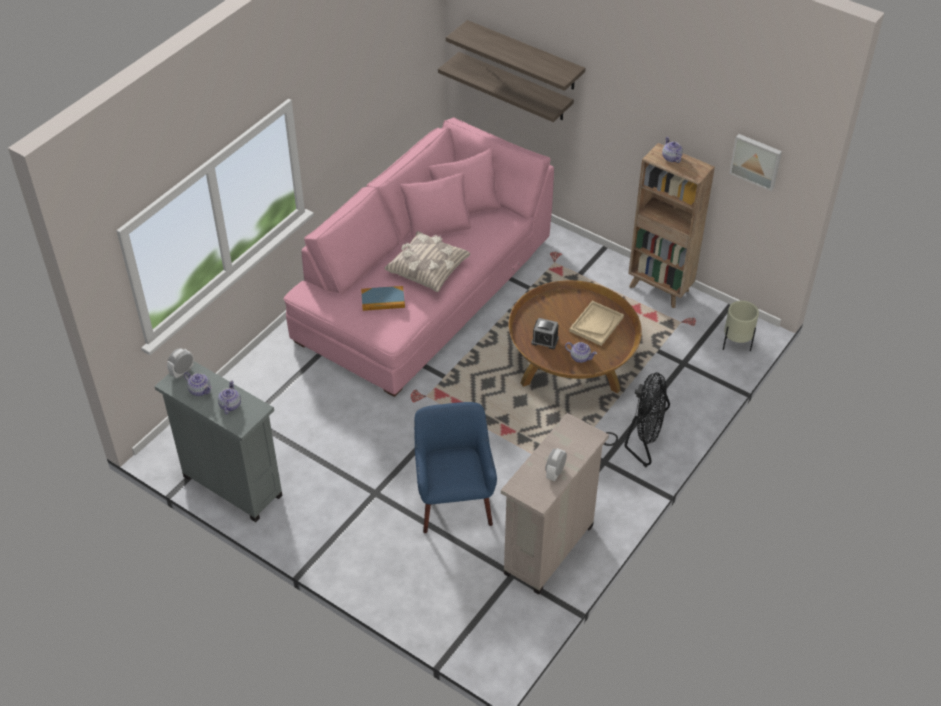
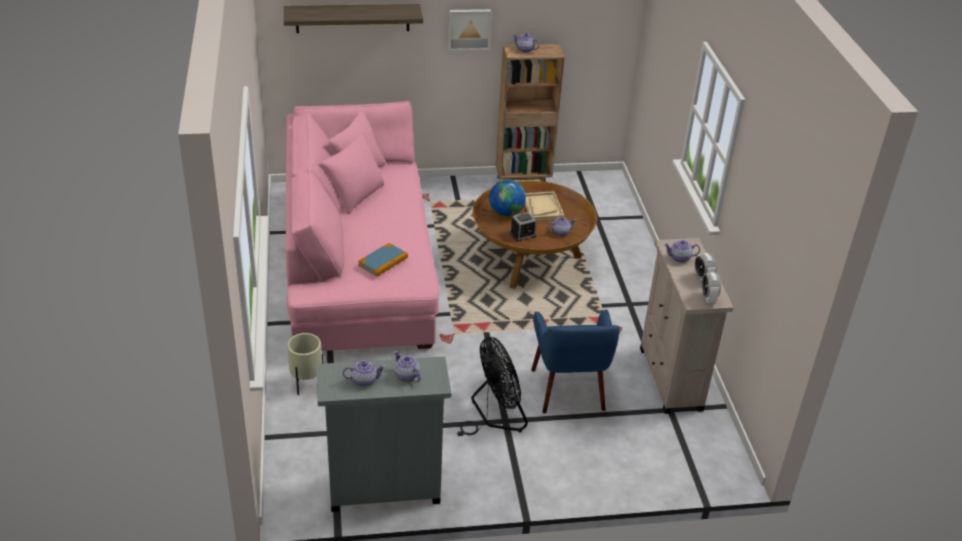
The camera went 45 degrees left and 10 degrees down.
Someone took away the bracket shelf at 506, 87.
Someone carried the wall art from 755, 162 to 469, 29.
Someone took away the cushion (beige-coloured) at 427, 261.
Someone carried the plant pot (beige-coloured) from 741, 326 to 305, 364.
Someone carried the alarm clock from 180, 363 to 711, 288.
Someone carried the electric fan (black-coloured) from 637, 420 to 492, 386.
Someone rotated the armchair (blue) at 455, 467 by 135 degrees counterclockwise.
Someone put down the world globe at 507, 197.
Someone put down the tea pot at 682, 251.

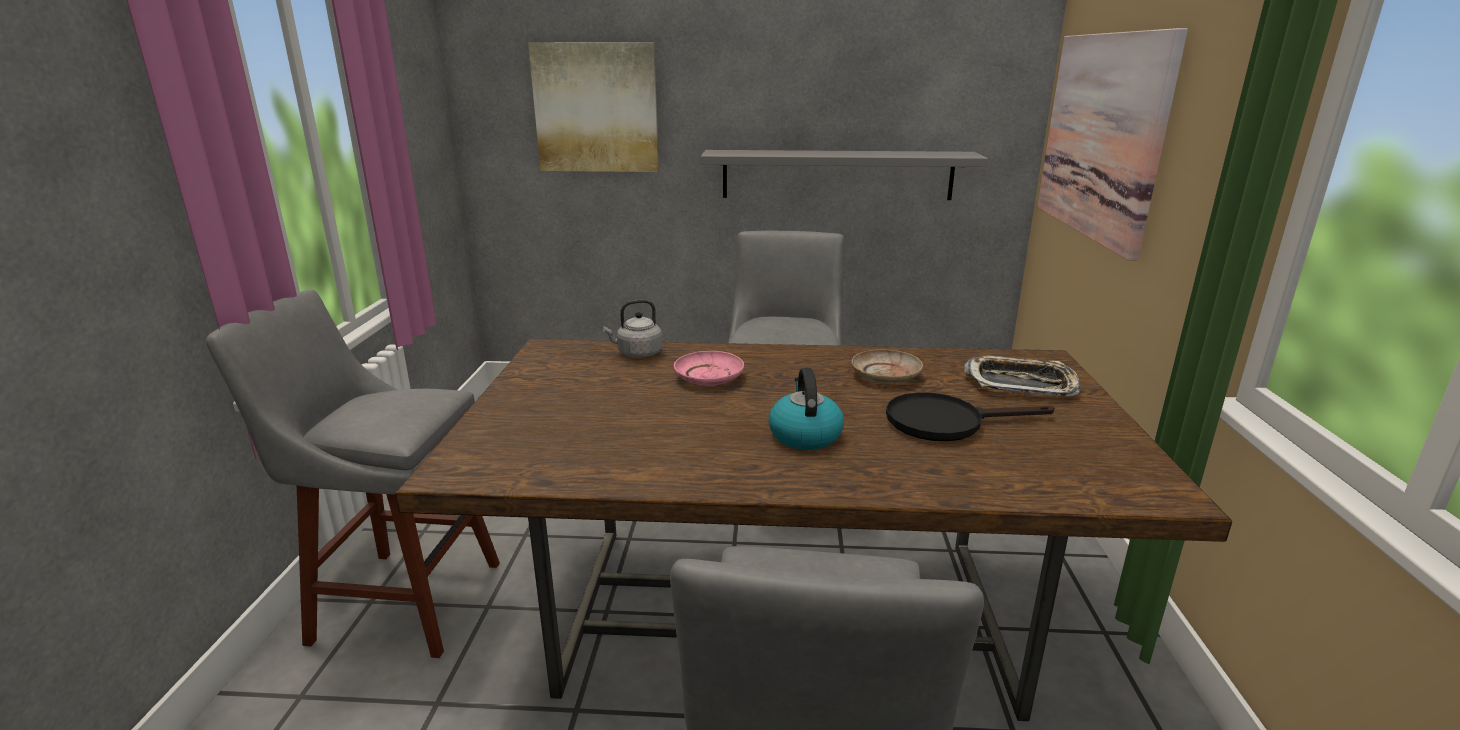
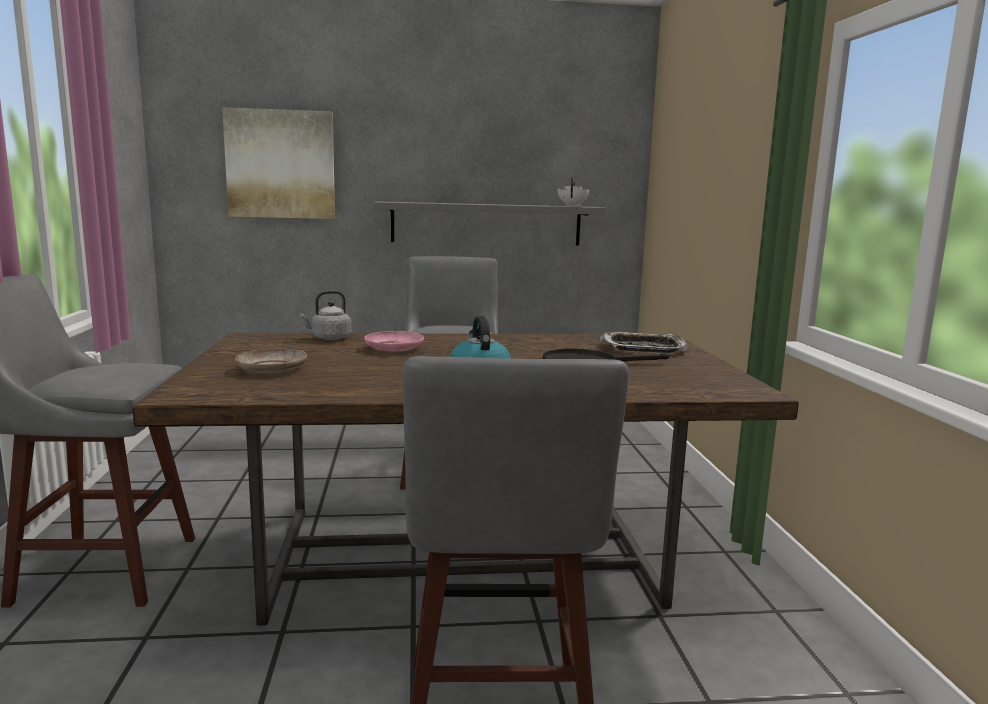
The camera went 10 degrees left and 10 degrees down.
Someone took away the wall art at 1112, 144.
Someone carried the plate (beige-coloured) from 887, 366 to 271, 360.
Someone put down the tea pot (white-coloured) at 573, 192.

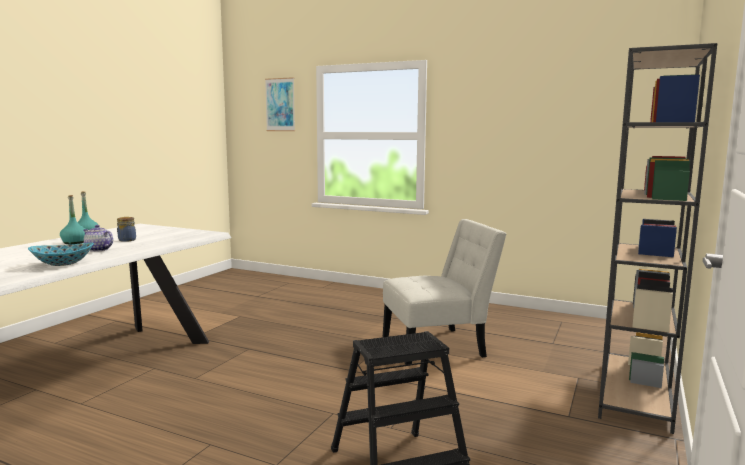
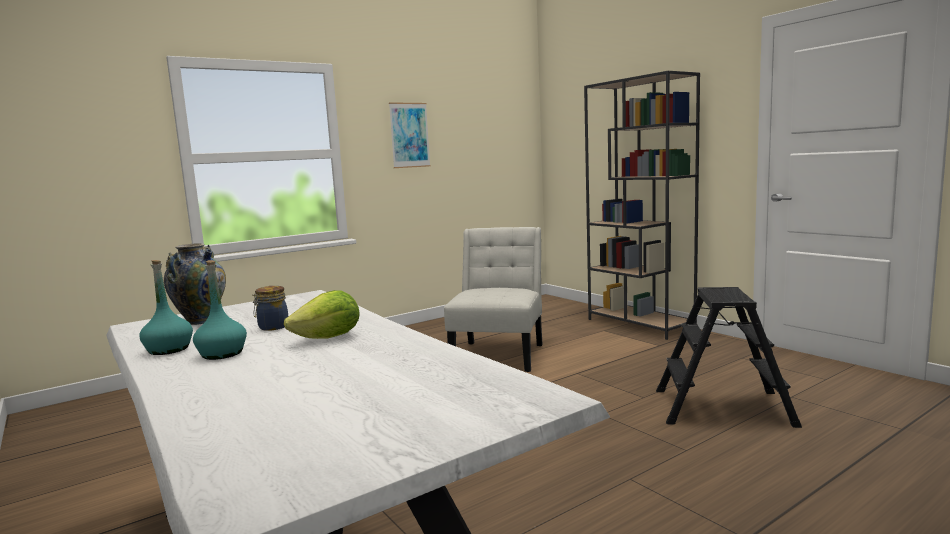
The camera went 60 degrees left and 0 degrees up.
Someone carried the wall art from 280, 104 to 409, 135.
Someone swapped the tea pot at 98, 238 for the head of lettuce at 321, 314.
Someone took away the deep dish at 61, 254.
Someone put down the decorative vase at 195, 284.

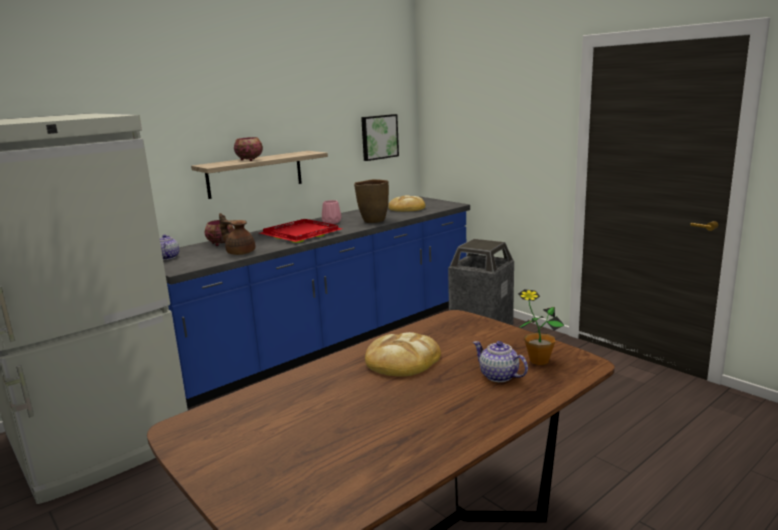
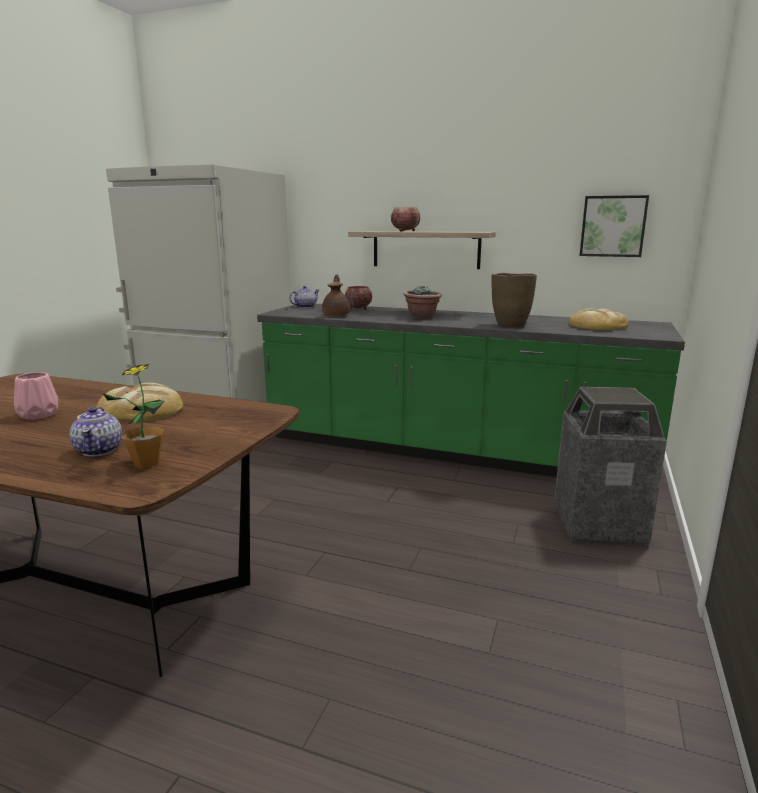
The camera went 60 degrees right and 0 degrees up.
Someone repainted the kitchen counter (blue) at 316, 302, which became the kitchen counter (green-coloured) at 471, 390.
Someone carried the decorative vase (pinkish) from 331, 212 to 36, 396.
Someone swapped the serving tray (red-coloured) at 300, 231 for the plant in a pot at 423, 302.
Someone rotated the tea pot at 500, 361 by 150 degrees clockwise.

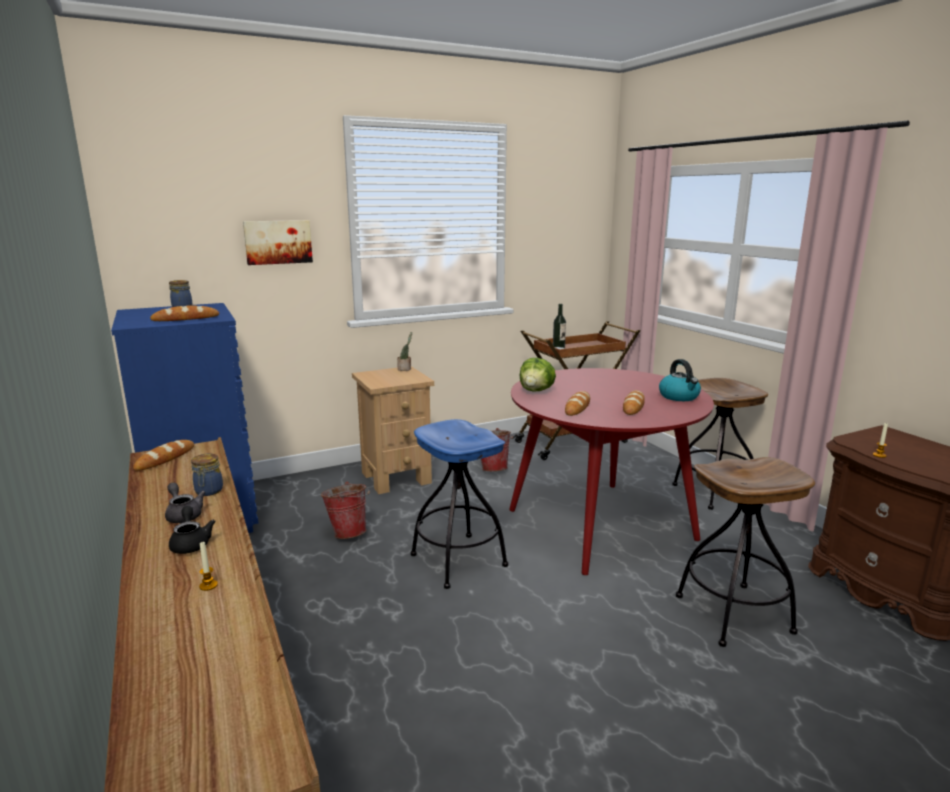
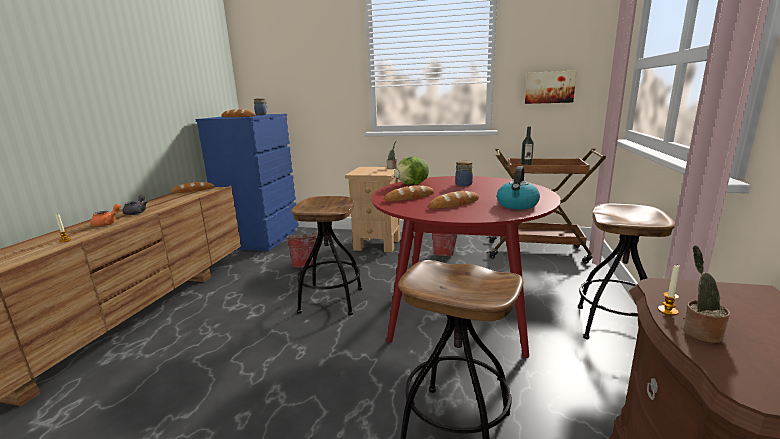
The camera went 40 degrees right and 0 degrees up.
Someone carried the wall art from 278, 242 to 550, 87.
Someone repainted the stool seat (blue) at 459, 504, which became the stool seat (brown-coloured) at 326, 255.
Someone carried the storage jar from 207, 475 to 464, 173.
Someone repainted the tea pot (black-coloured) at 192, 530, which became the tea pot (orange) at 106, 215.
Someone put down the plant in a pot at 706, 294.

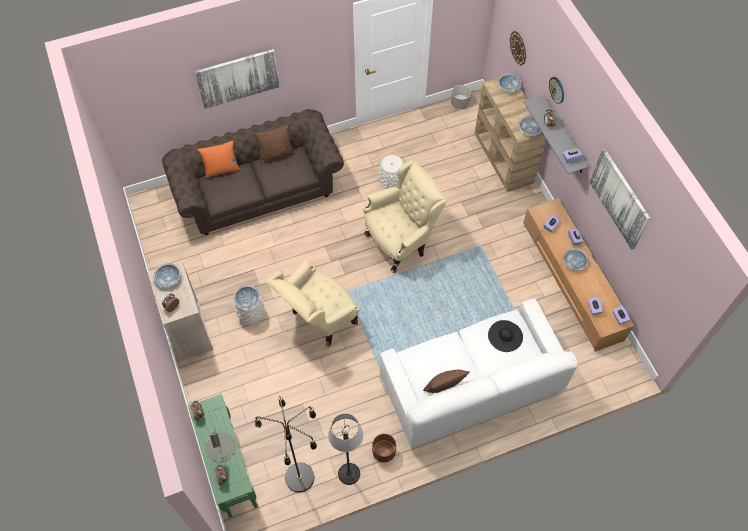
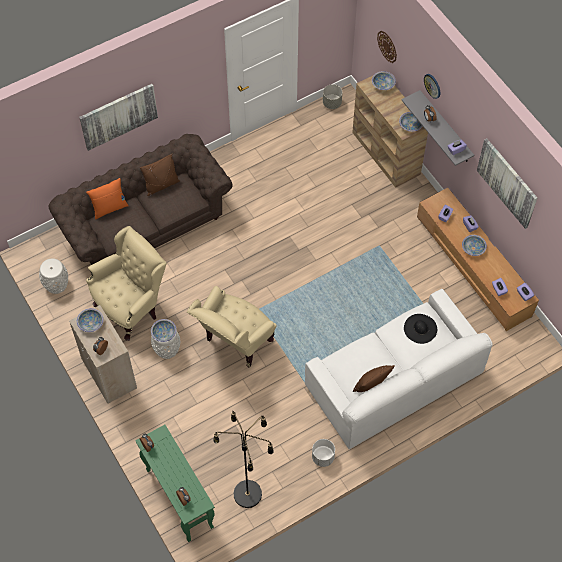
The camera went 10 degrees left and 0 degrees up.
Someone carried the stool seat (white-coloured) from 391, 172 to 53, 276.
Someone carried the armchair (beige-coloured) from 405, 216 to 126, 283.
Someone took away the floor lamp at 345, 449.
Someone took away the lamp for a table (grey) at 220, 445.
Someone repainted the plant pot (brown-coloured) at 384, 448, which became the plant pot (white-coloured) at 323, 453.

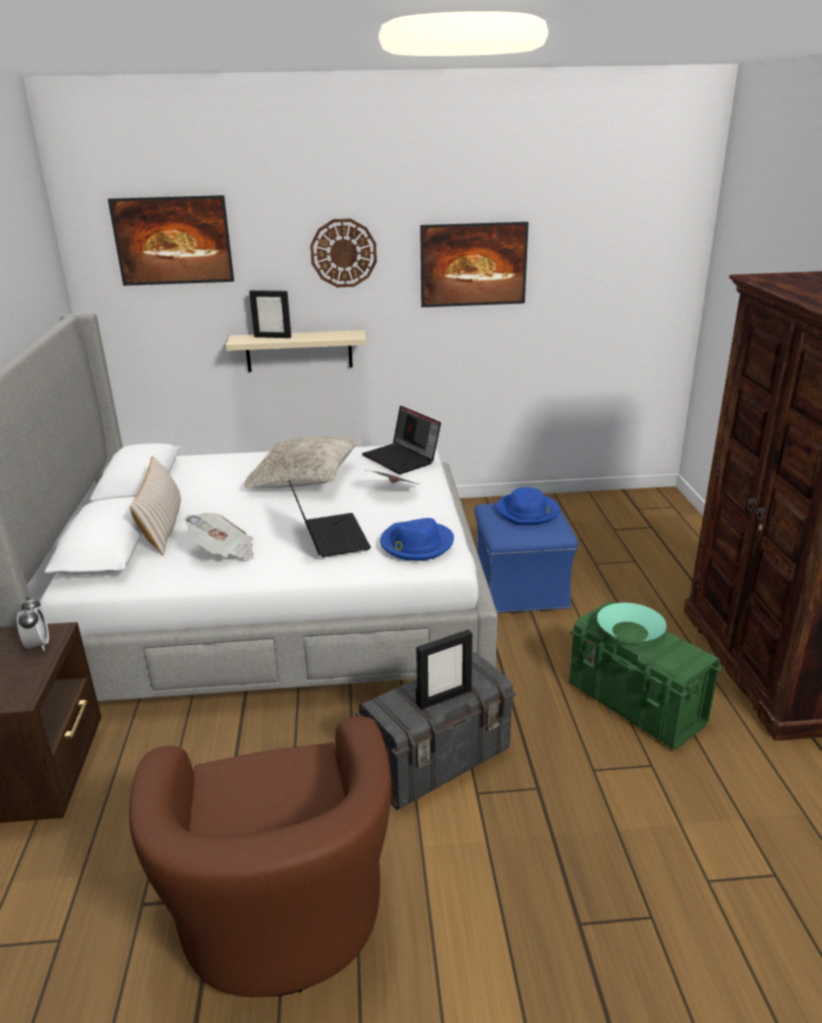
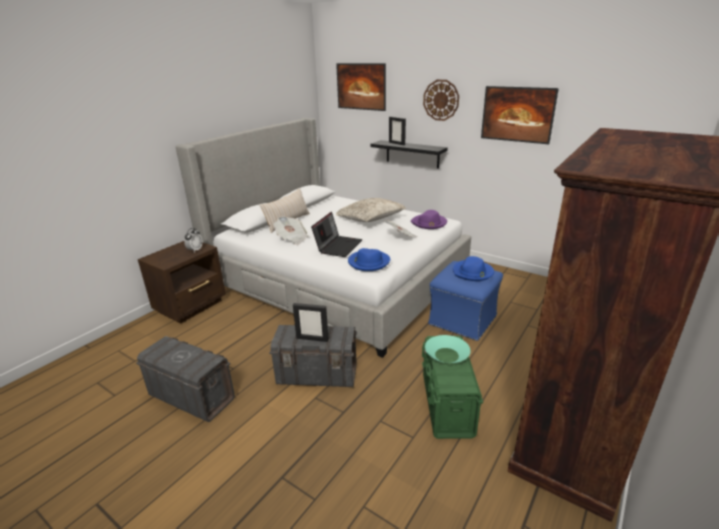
The camera went 40 degrees right and 0 degrees up.
Someone repainted the bracket shelf (beige-coloured) at 296, 351, which became the bracket shelf (black-coloured) at 409, 154.
Someone swapped the laptop at 401, 440 for the hat (purplish) at 429, 219.
Someone swapped the armchair (brown-coloured) at 260, 856 for the storage container (grey) at 185, 379.

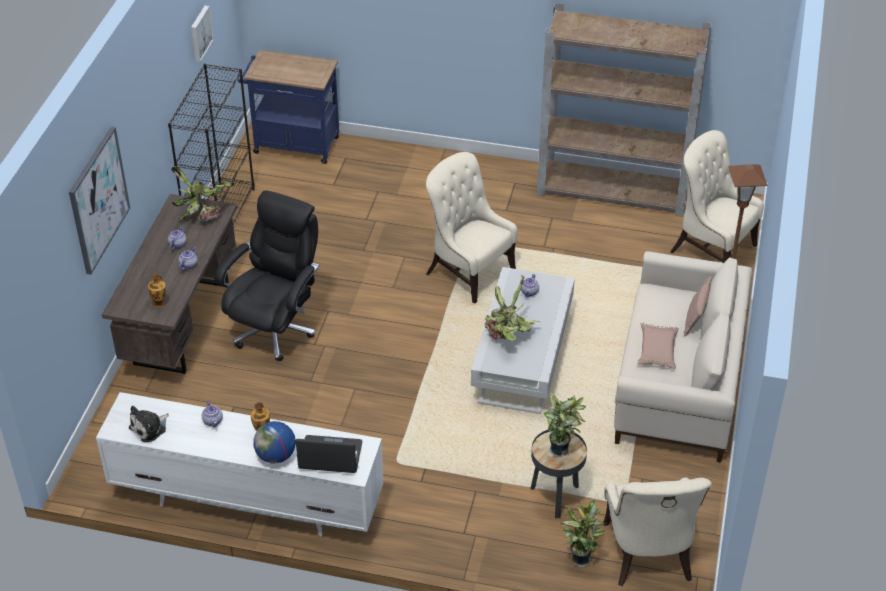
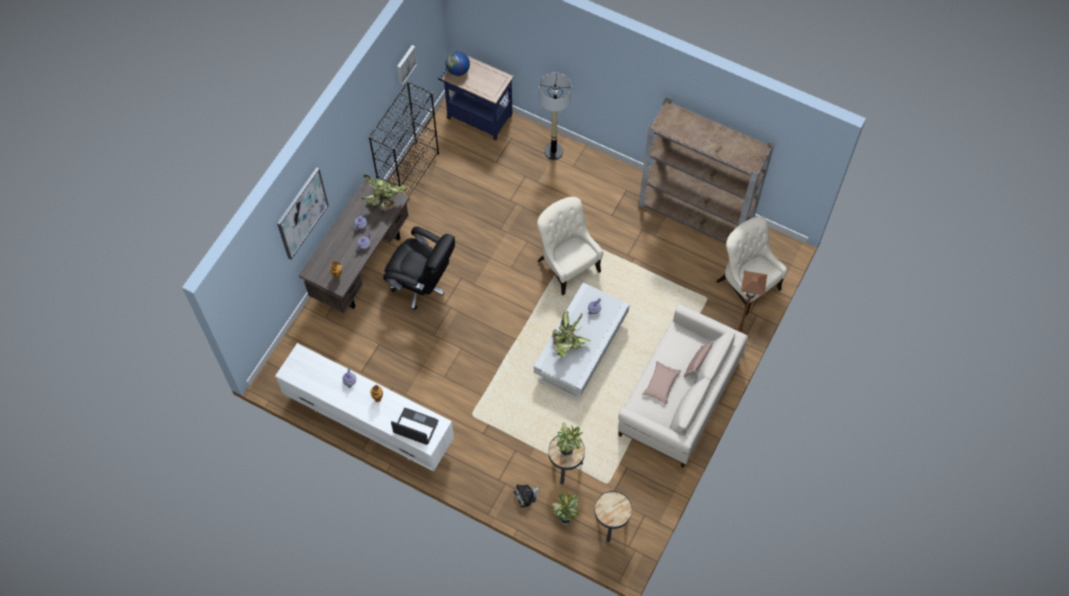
The camera went 15 degrees right and 20 degrees up.
Someone rotated the computer chair (black-coloured) at 267, 275 by 75 degrees clockwise.
Someone carried the plush toy from 149, 424 to 526, 496.
Someone carried the world globe from 274, 442 to 458, 63.
Someone swapped the armchair (beige-coloured) at 657, 531 for the accent table (black-coloured) at 613, 516.
Someone put down the floor lamp at 555, 116.

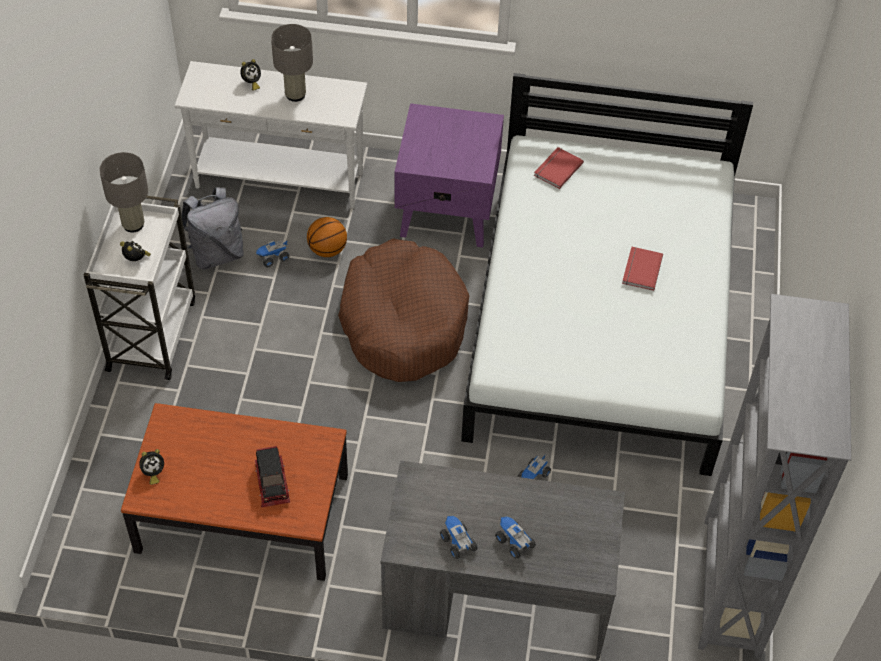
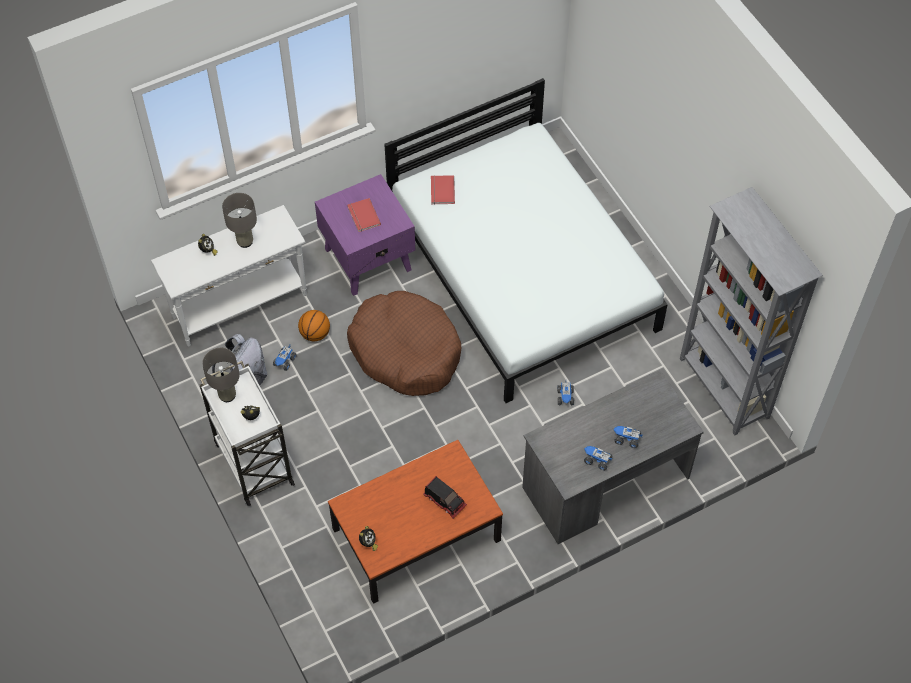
The camera went 35 degrees left and 5 degrees up.
Someone carried the book (red-coloured) from 642, 269 to 364, 215.

